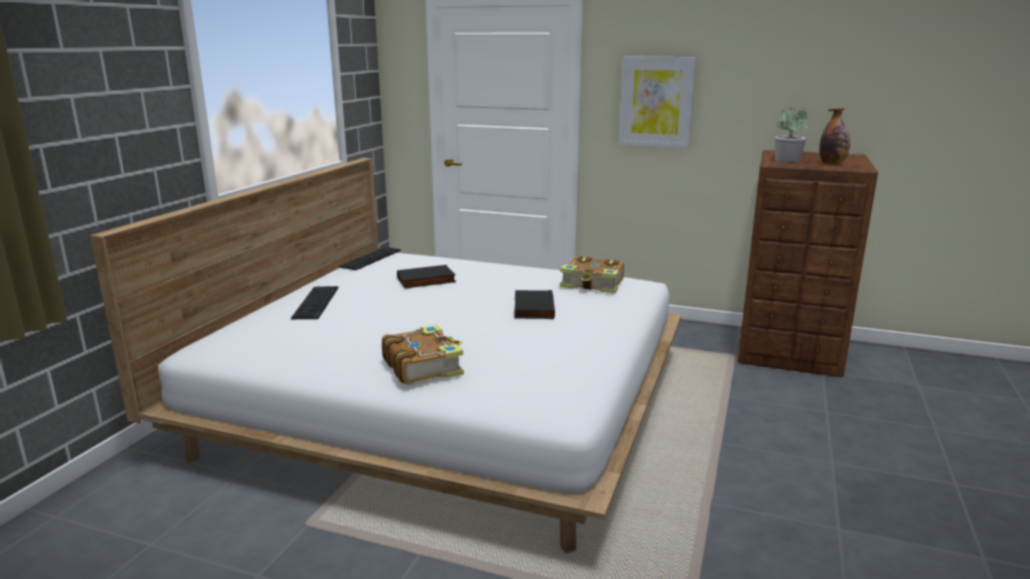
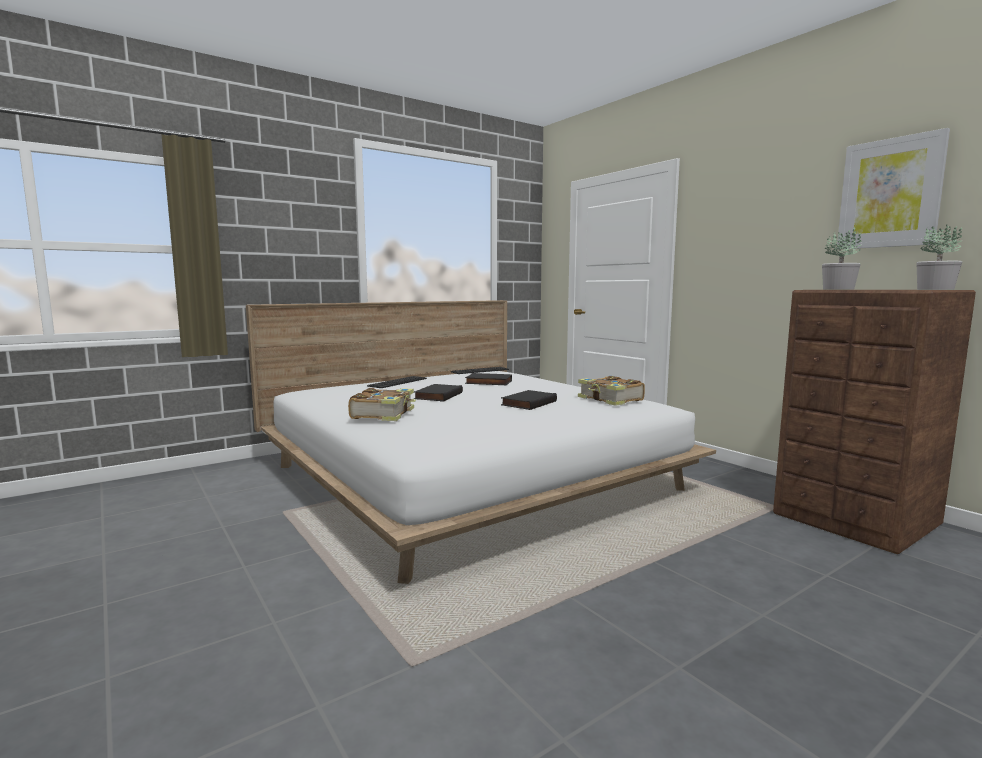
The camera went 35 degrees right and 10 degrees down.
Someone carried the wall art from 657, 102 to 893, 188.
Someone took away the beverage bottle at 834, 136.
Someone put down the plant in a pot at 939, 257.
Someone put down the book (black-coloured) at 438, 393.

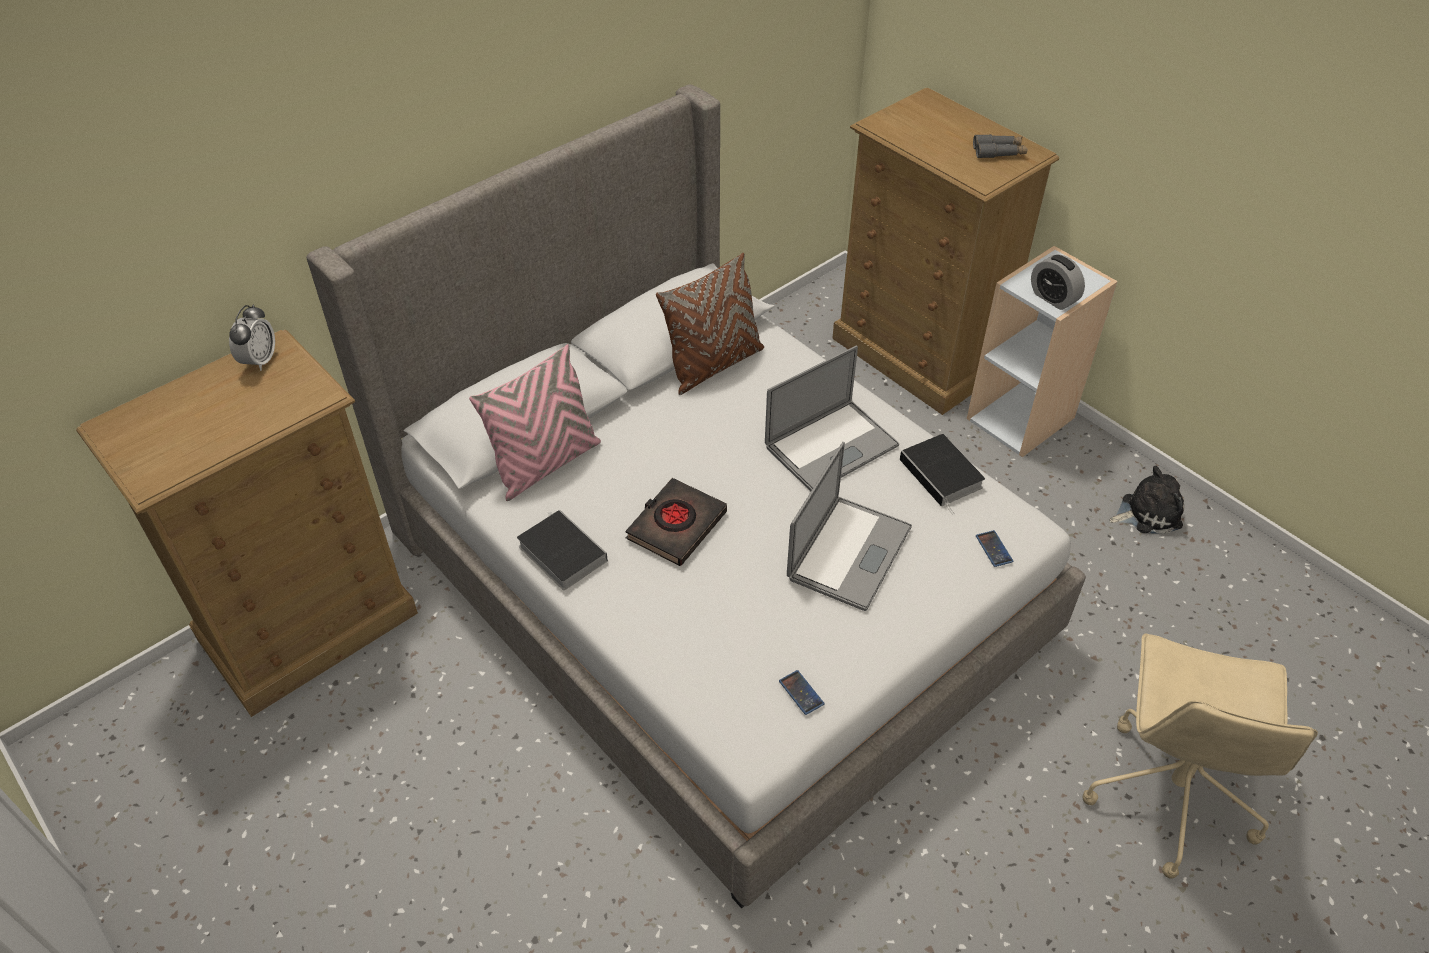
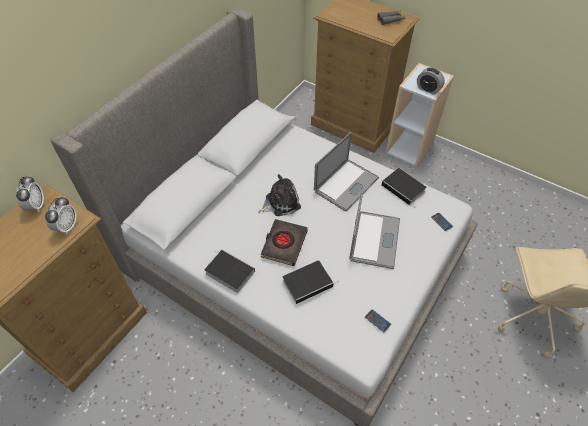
The camera went 15 degrees left and 5 degrees up.
Someone took away the cushion (brown-coloured) at 710, 324.
Someone took away the cushion (pinkish) at 535, 422.
Someone carried the plush toy from 1146, 500 to 279, 195.
Someone put down the alarm clock at 61, 216.
Someone put down the book at 310, 282.

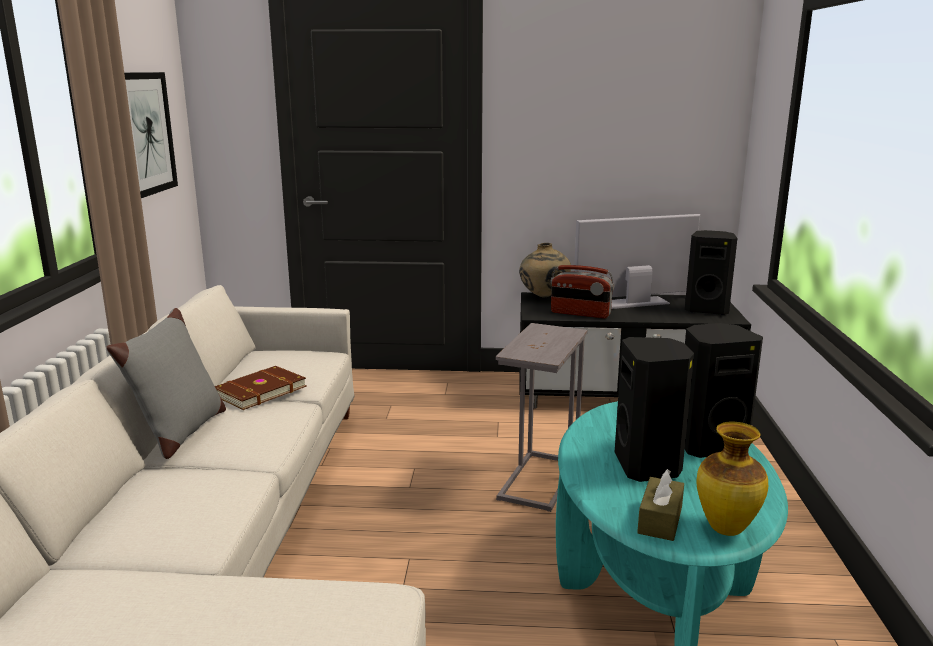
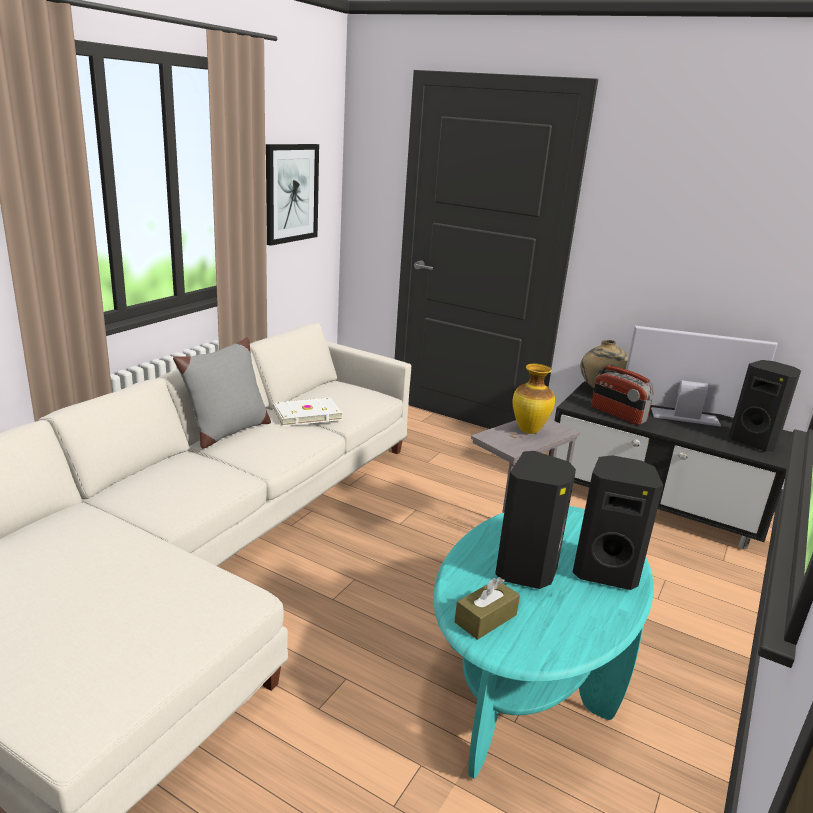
The camera went 25 degrees right and 5 degrees up.
Someone repainted the book (brown-coloured) at 261, 388, which became the book (white-coloured) at 307, 411.
Someone carried the decorative vase from 732, 478 to 533, 399.

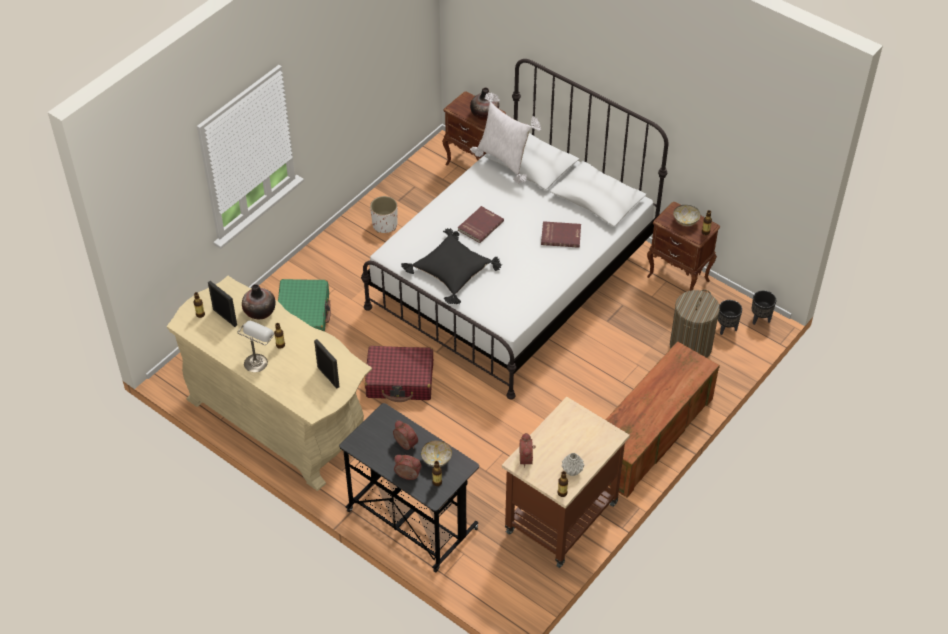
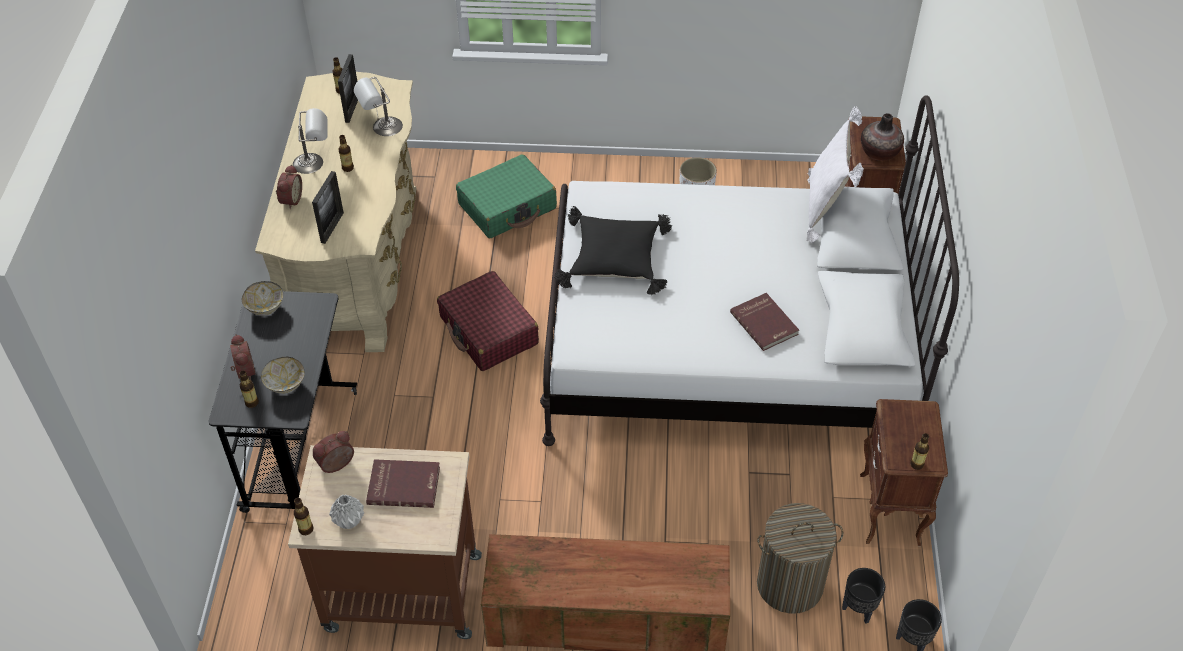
The camera went 55 degrees right and 0 degrees up.
Someone carried the deep dish from 687, 215 to 263, 298.
Someone carried the book (red-coloured) from 481, 224 to 403, 483.
Someone swapped the decorative vase at 258, 301 for the lamp for a table (white-coloured) at 378, 106.
Someone carried the alarm clock from 405, 435 to 289, 187.

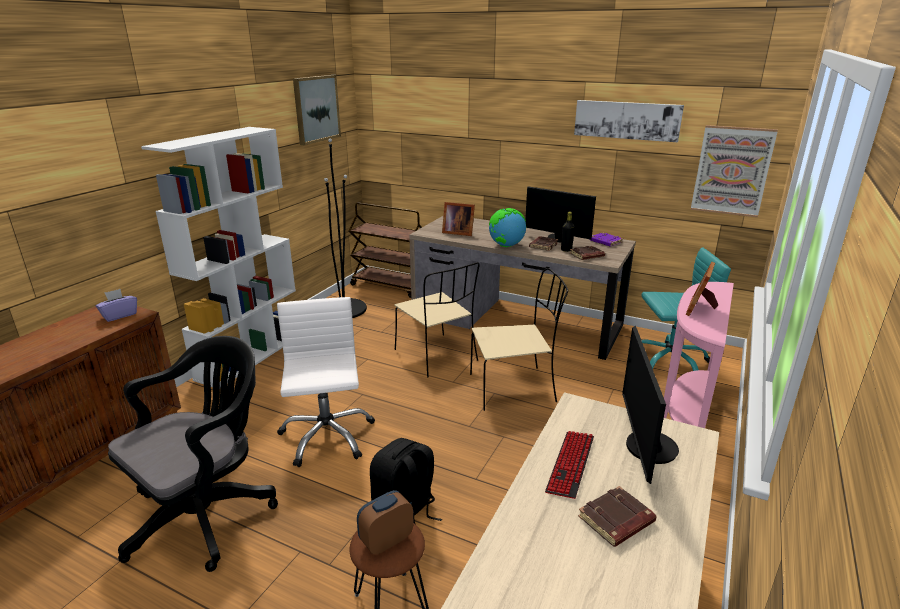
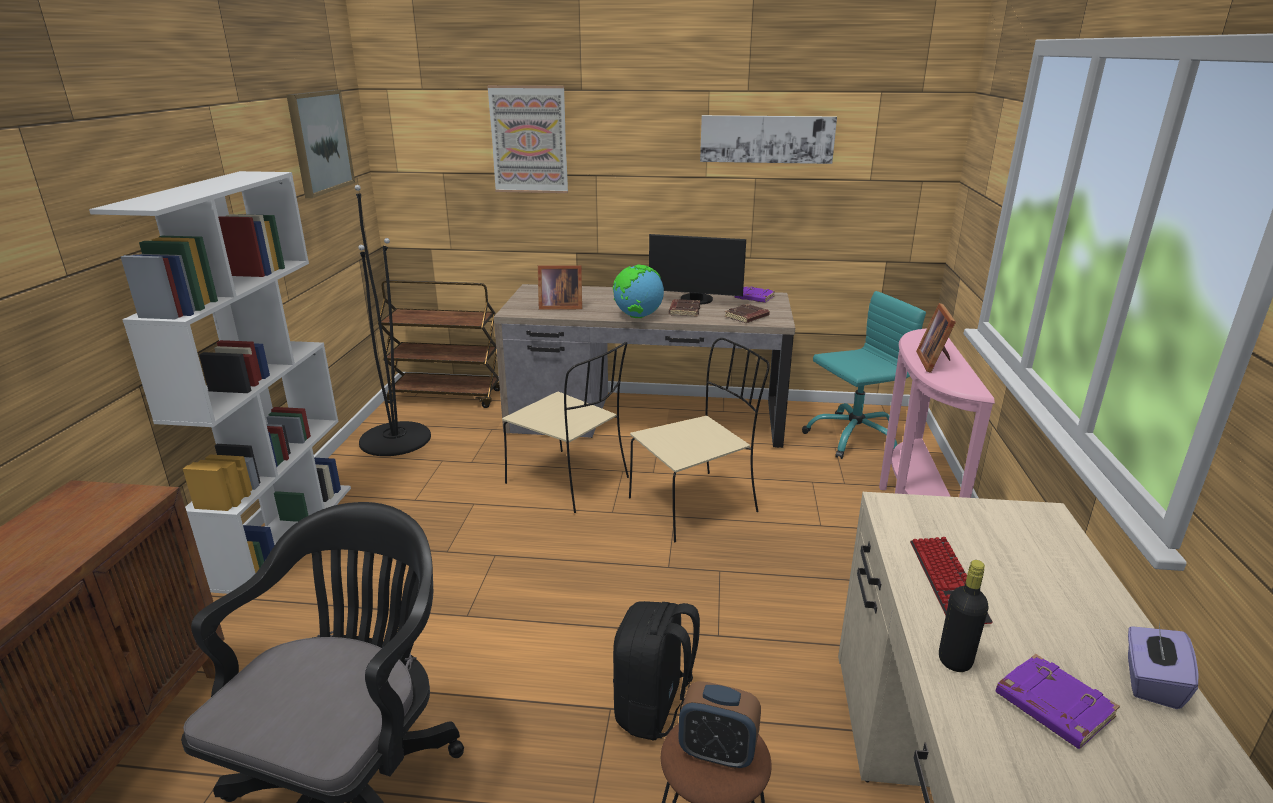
The camera went 20 degrees left and 0 degrees up.
Someone carried the wall art from 734, 171 to 527, 139.
Someone carried the beverage bottle (black-coloured) from 568, 231 to 963, 616.
Someone carried the tissue box (purplish) from 116, 305 to 1163, 666.
Someone took away the computer chair (white-coloured) at 326, 382.
Someone took away the monitor at 650, 405.
Someone took away the book (brown-coloured) at 617, 516.
Someone rotated the alarm clock at 385, 522 by 105 degrees counterclockwise.
Someone put down the book (purplish) at 1057, 701.

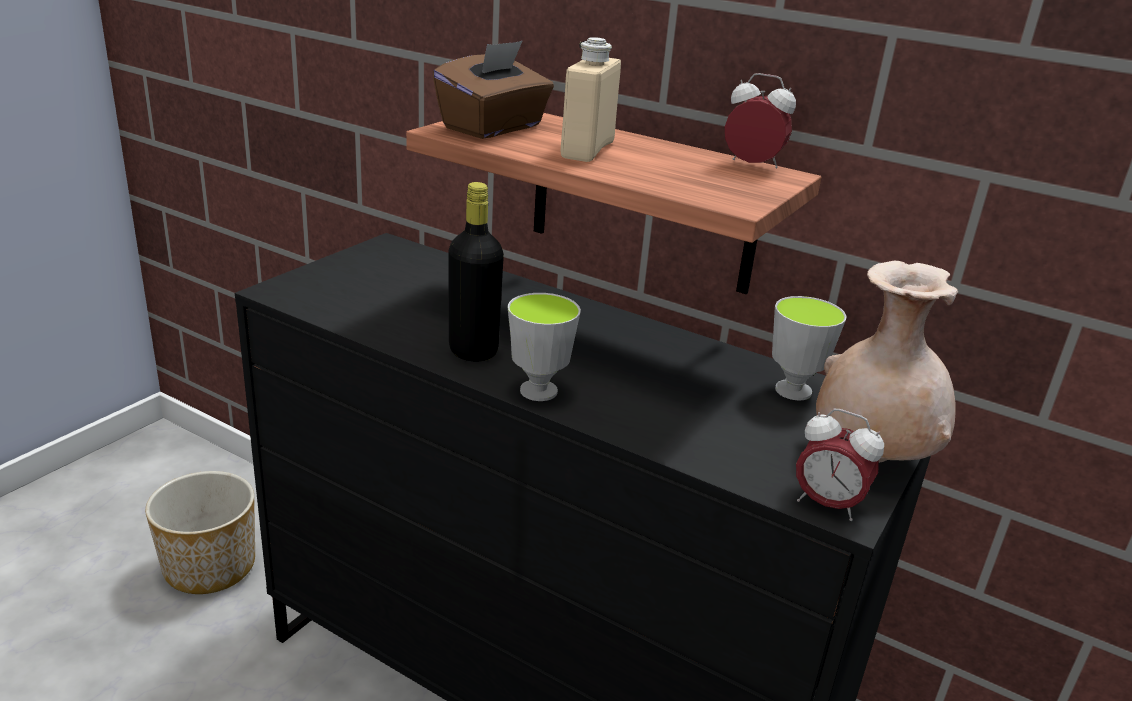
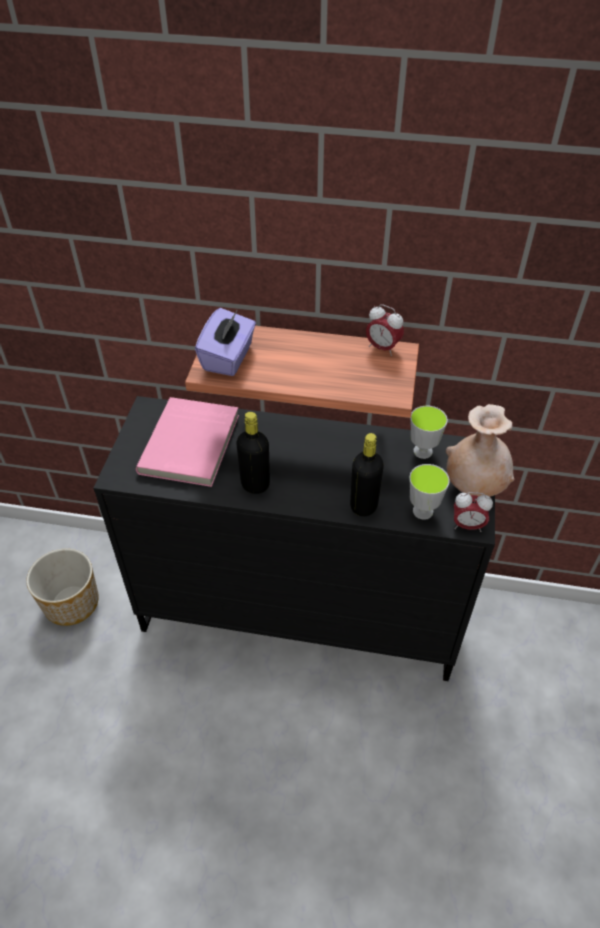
The camera went 20 degrees left and 20 degrees up.
Someone took away the beverage bottle (beige-coloured) at 591, 99.
Someone repainted the tissue box (brown-coloured) at 493, 90, which became the tissue box (purplish) at 225, 342.
Someone rotated the alarm clock at 760, 120 by 150 degrees counterclockwise.
Someone carried the drinking cup from 544, 347 to 429, 492.
Someone put down the book (pinkish) at 187, 442.
Someone put down the beverage bottle (black-coloured) at 367, 474.

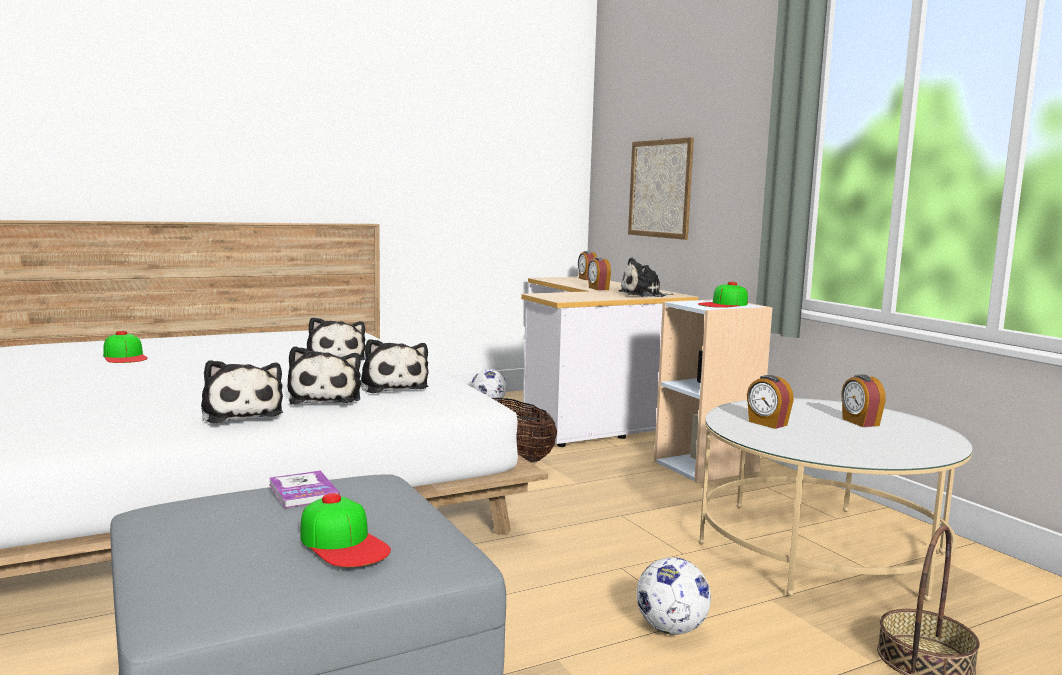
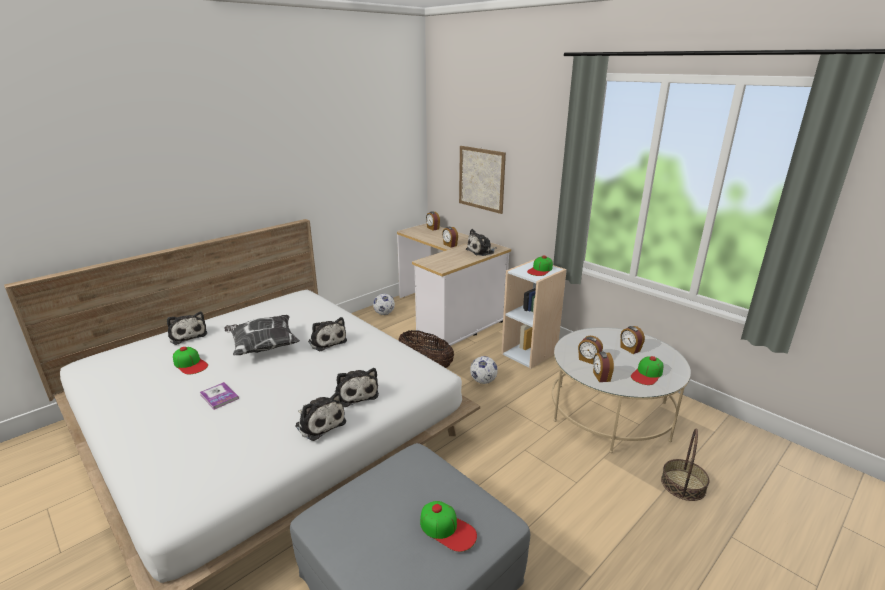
The camera went 15 degrees left and 15 degrees up.
Someone carried the plush toy from 394, 366 to 187, 328.
Someone carried the book from 304, 489 to 219, 396.
Someone carried the ball for football from 674, 596 to 484, 370.
Someone put down the cushion at 262, 335.
Someone put down the alarm clock at 603, 367.
Someone put down the cap at 647, 370.

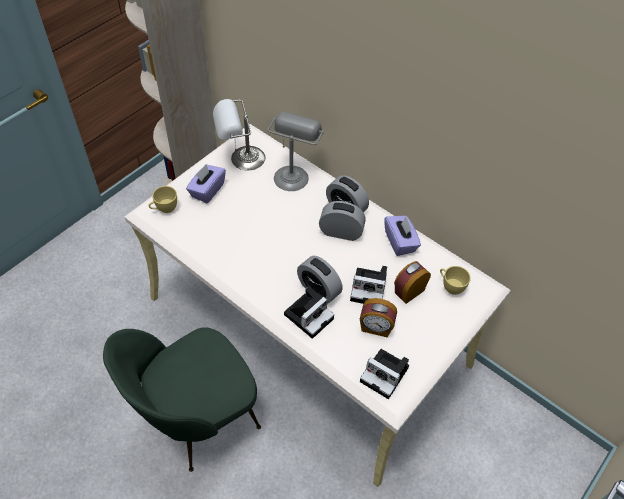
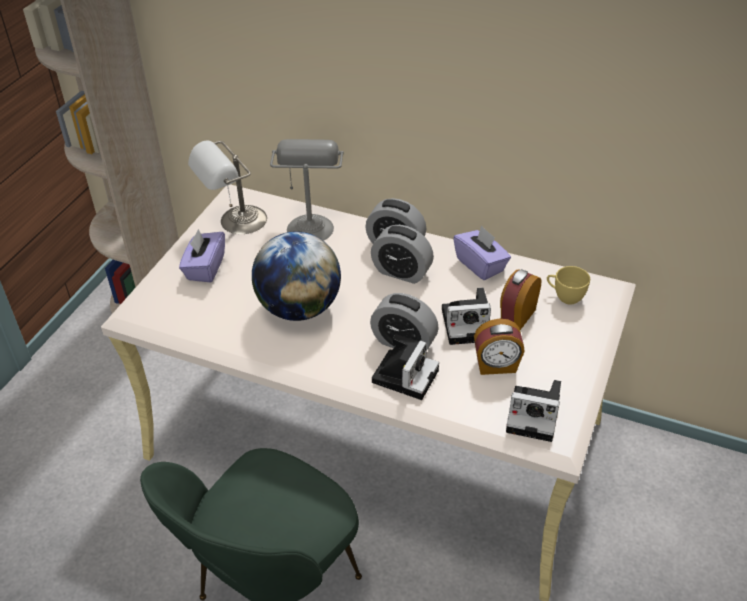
The camera went 15 degrees left and 10 degrees down.
Someone took away the drinking cup (yellow-coloured) at 162, 199.
Someone rotated the alarm clock at 342, 221 by 150 degrees counterclockwise.
Someone put down the world globe at 296, 276.

